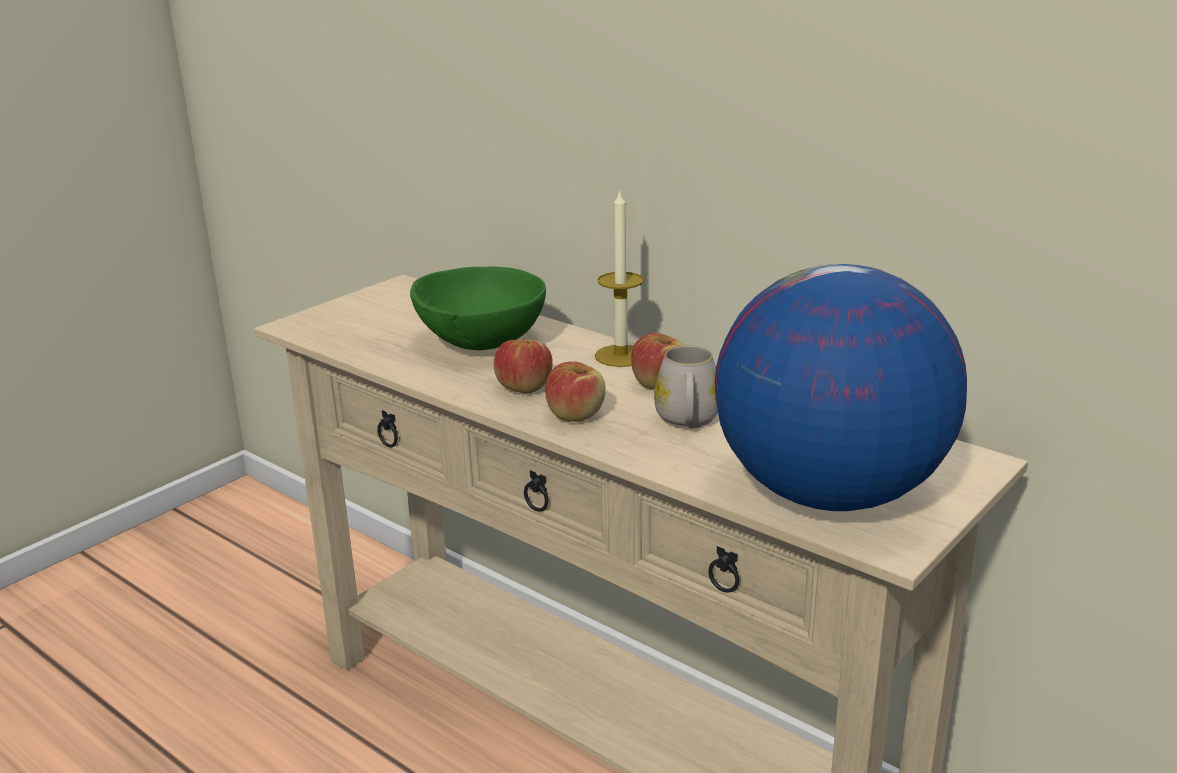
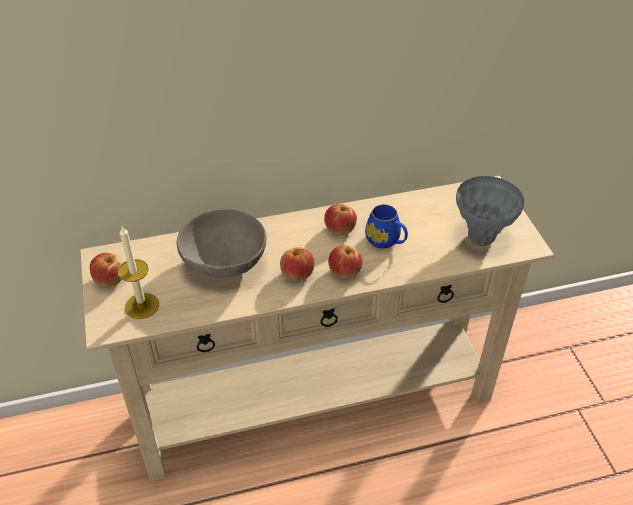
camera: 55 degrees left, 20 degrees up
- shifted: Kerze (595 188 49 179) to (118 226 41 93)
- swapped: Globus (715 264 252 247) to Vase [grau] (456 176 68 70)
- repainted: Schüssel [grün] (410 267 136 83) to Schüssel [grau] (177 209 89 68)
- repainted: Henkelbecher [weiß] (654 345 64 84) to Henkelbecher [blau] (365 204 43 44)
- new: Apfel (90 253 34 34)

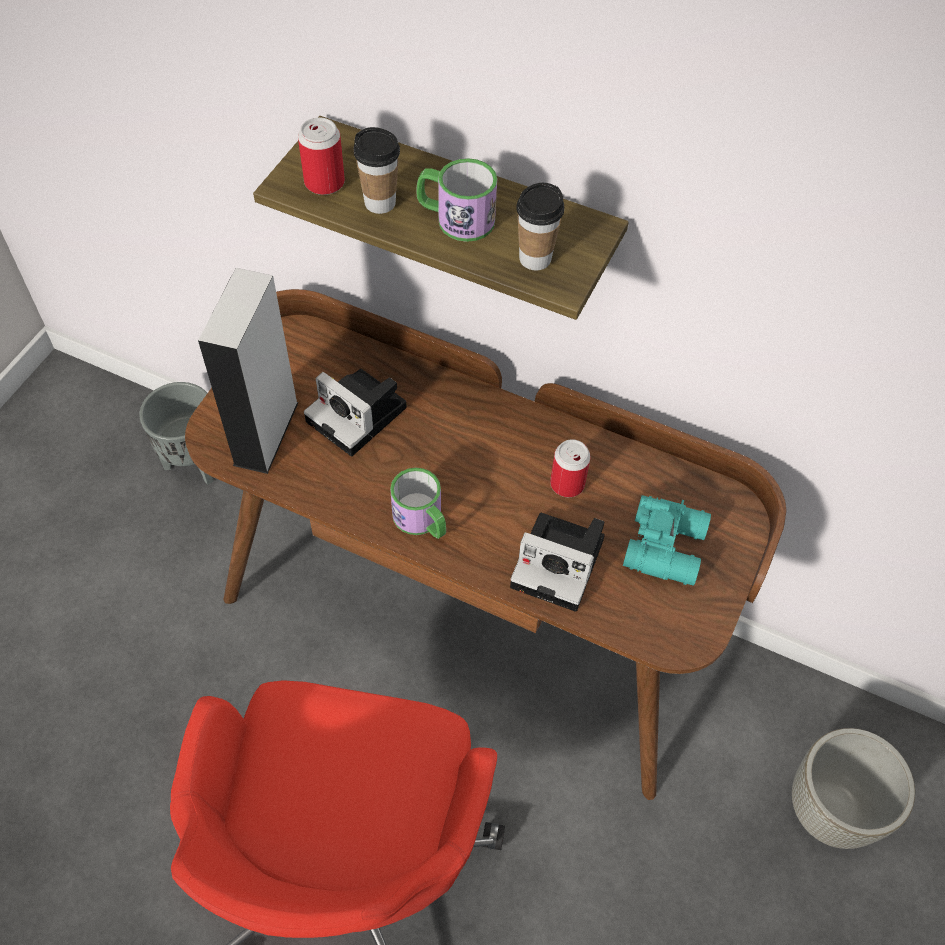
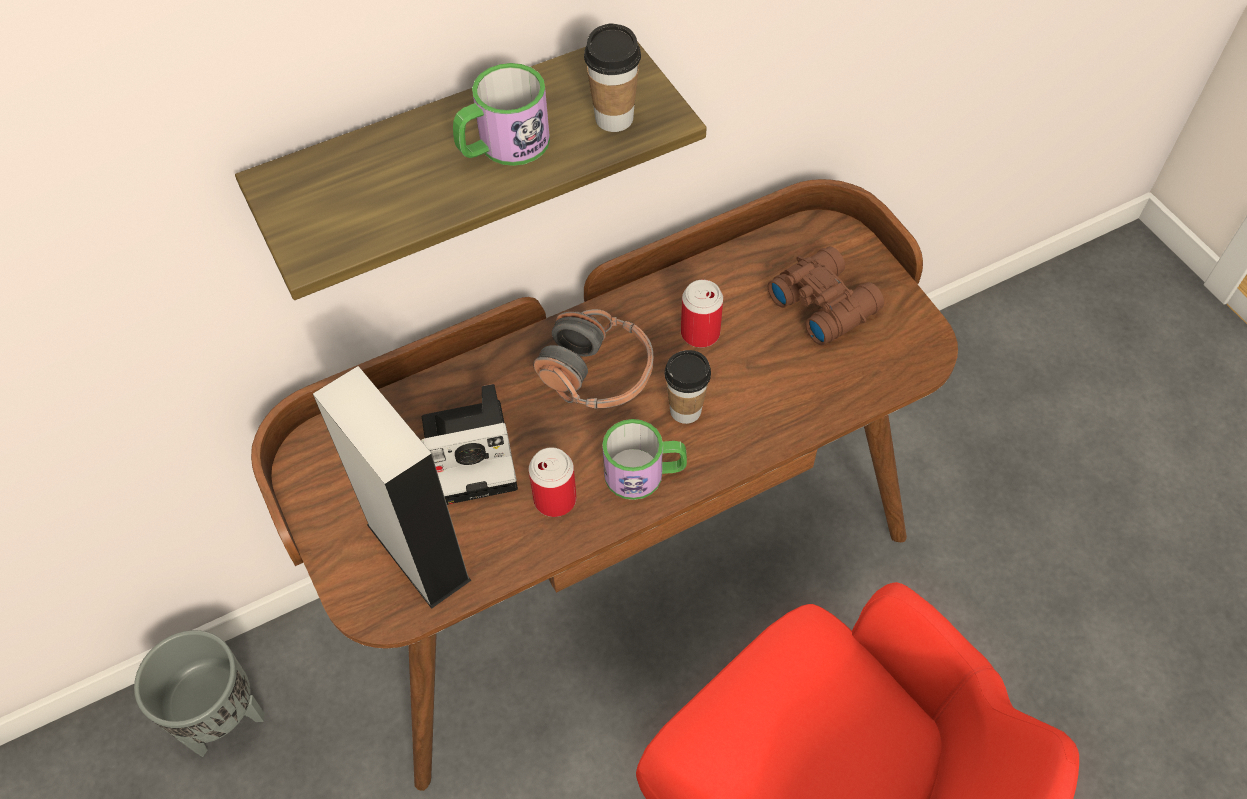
camera: 50 degrees left, 0 degrees up
- shifted: Dose (298 118 47 77) to (529 447 48 70)
- shifted: Tasse (353 127 47 87) to (665 350 46 74)
- repainted: Fernglas [türkis] (623 495 88 91) to Fernglas [braun] (768 246 116 99)
- gone: Kamera (510 513 95 99)
- gone: Pflanzkübel [grau] (792 728 123 121)
- new: Kopfhörer (533 309 120 100)

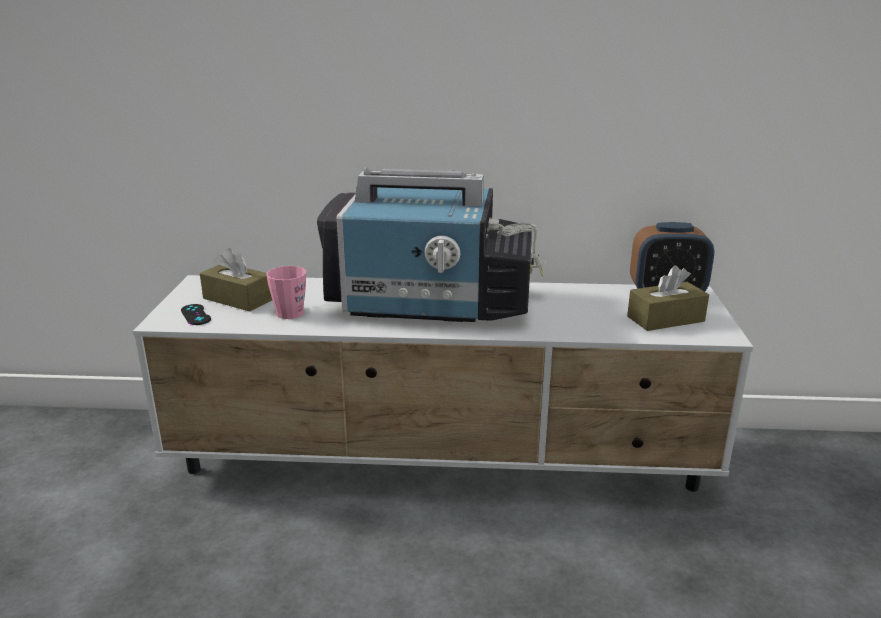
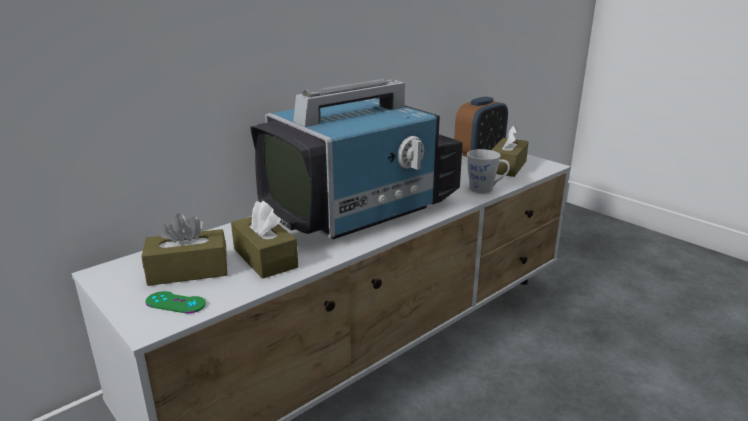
camera: 45 degrees left, 0 degrees up
- swapped: Henkelbecher [rosa] (266 266 40 53) to Taschentuchbox [braun] (231 200 67 79)
- repainted: Gamepad [schwarz] (181 304 30 21) to Gamepad [grün] (146 291 60 22)
- new: Henkelbecher [grau] (467 149 43 44)

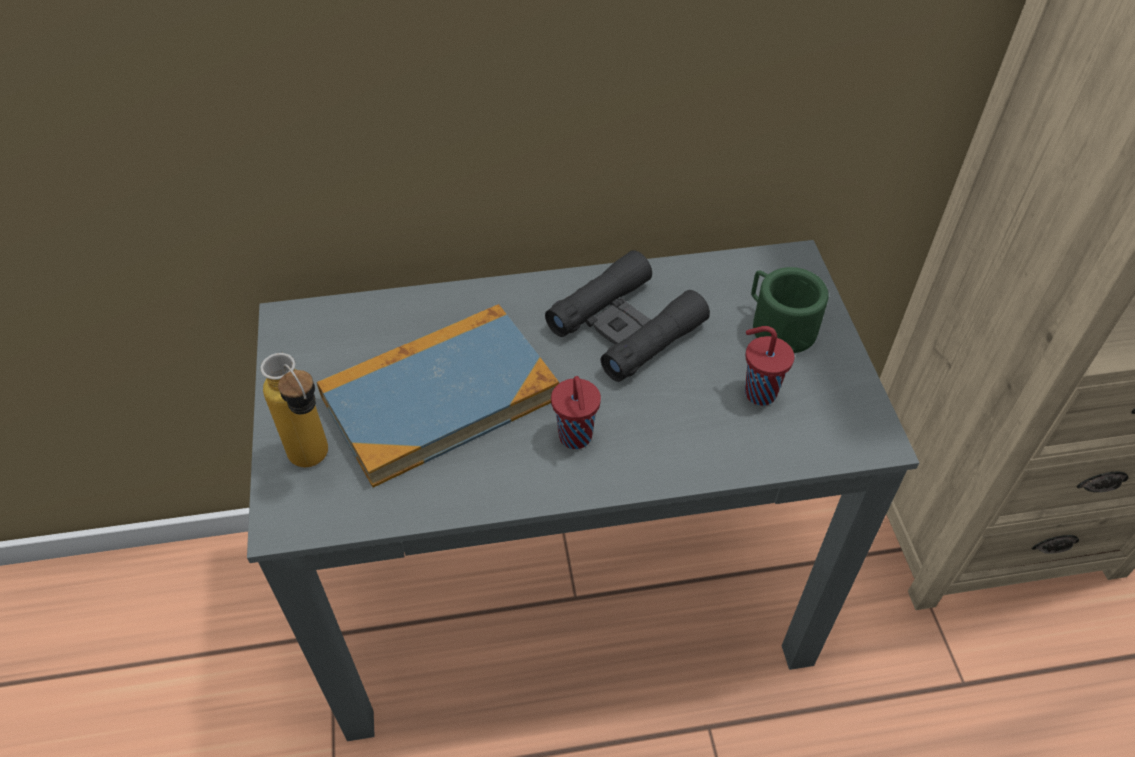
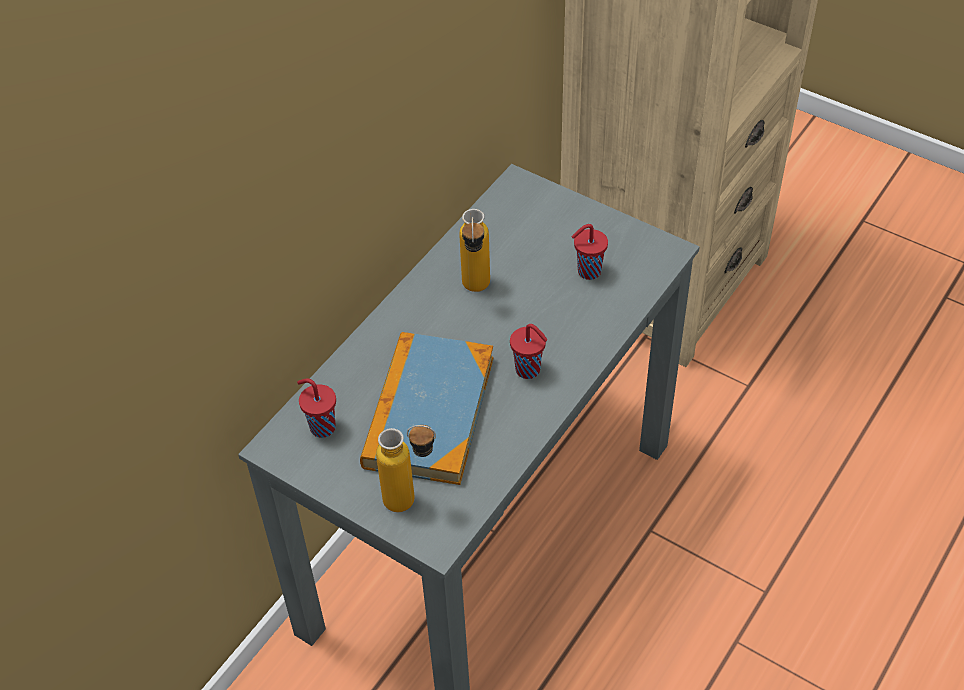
camera: 45 degrees left, 0 degrees up
- swapped: Fernglas [schwarz] (545 250 165 132) to Flasche (459 209 31 83)
- gone: Henkelbecher [grün] (751 267 78 86)
- new: Tasse [rot] (297 378 39 60)

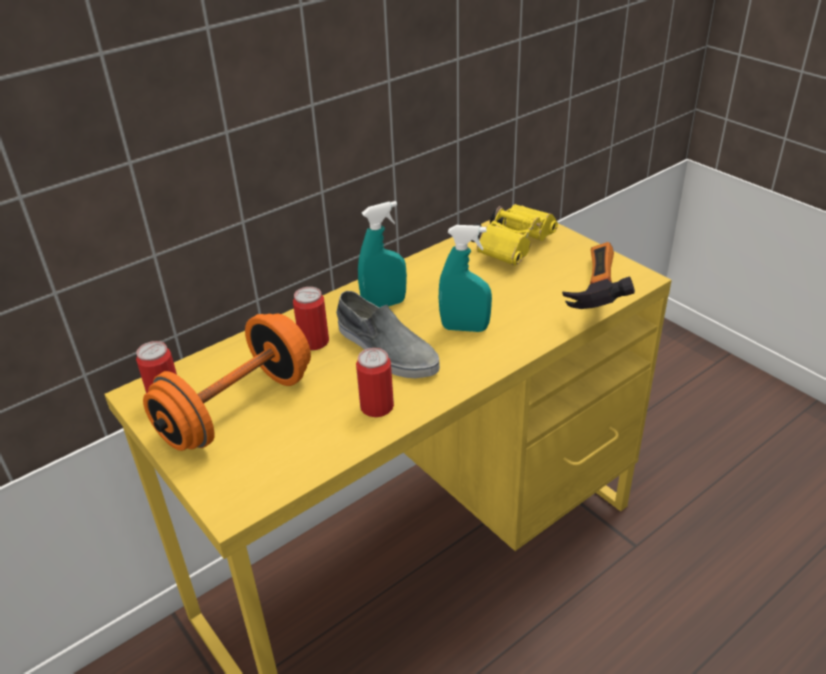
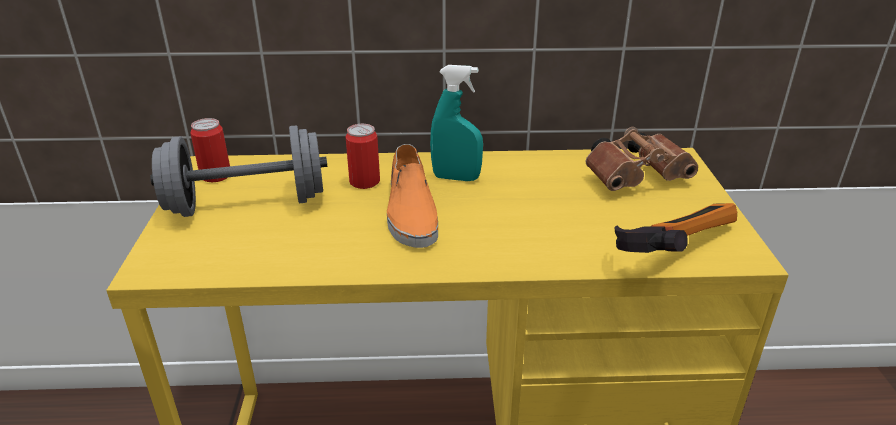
camera: 35 degrees right, 5 degrees down
- repainted: Fernglas [gelb] (471 204 87 62) to Fernglas [braun] (586 127 112 64)
- gone: Sprühflasche [türkis] (439 225 53 107)
- repainted: Schuh [grau] (336 291 104 87) to Schuh [orange] (387 144 51 104)
- repainted: Hantel [orange] (143 314 168 137) to Hantel [grau] (150 125 177 92)
- gone: Dose (356 348 38 69)

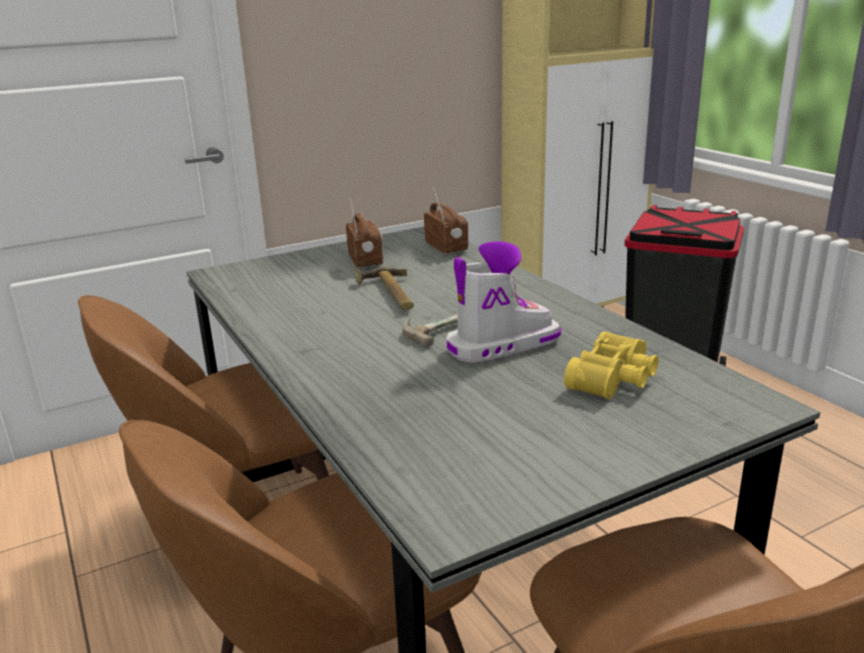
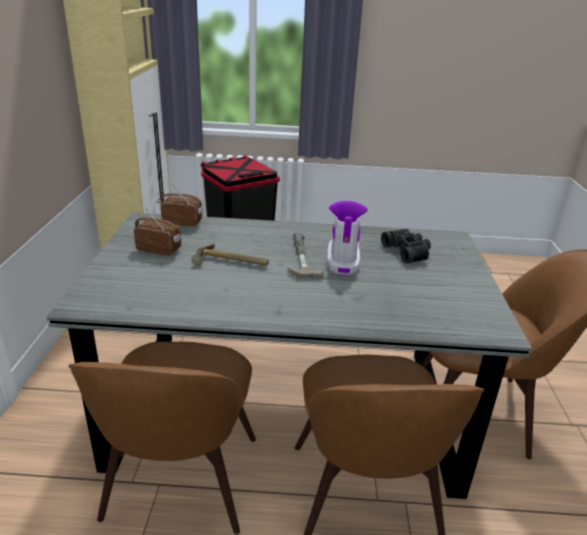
camera: 60 degrees left, 5 degrees up
- repainted: Fernglas [gelb] (564 332 95 67) to Fernglas [schwarz] (381 229 50 35)

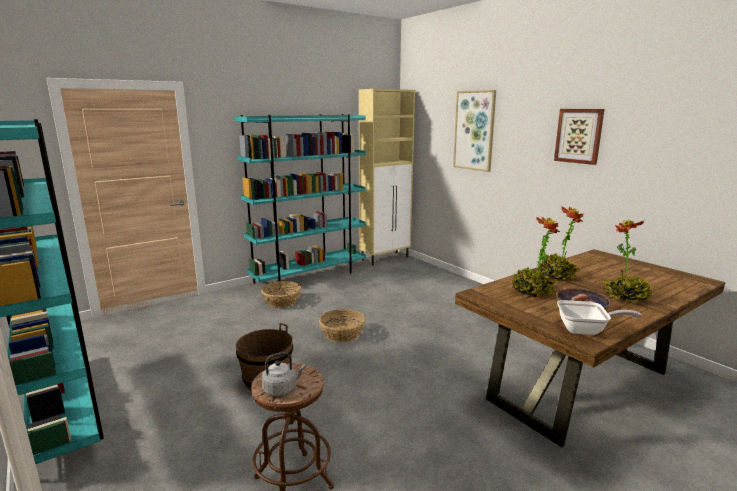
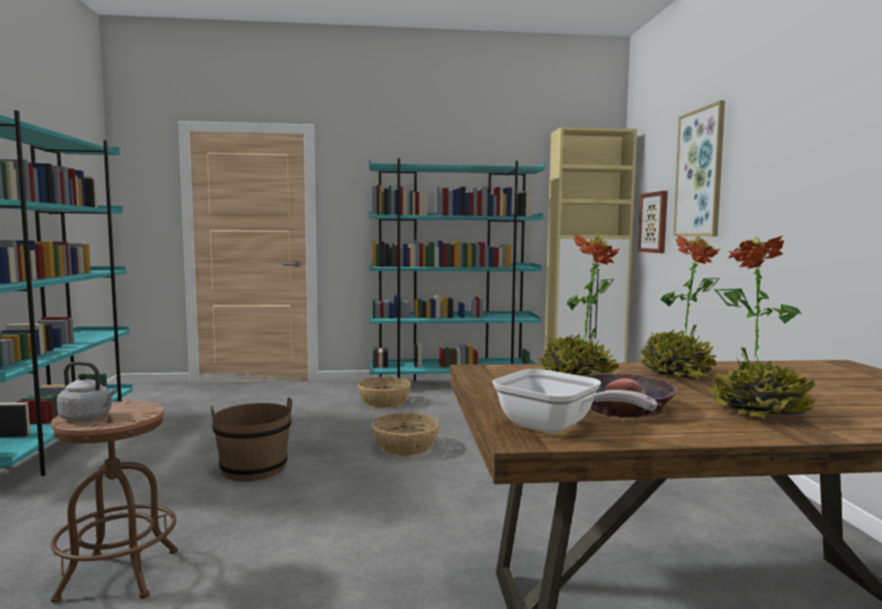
camera: 30 degrees right, 10 degrees down
- shifted: Bild (554 109 51 56) to (638 191 30 62)

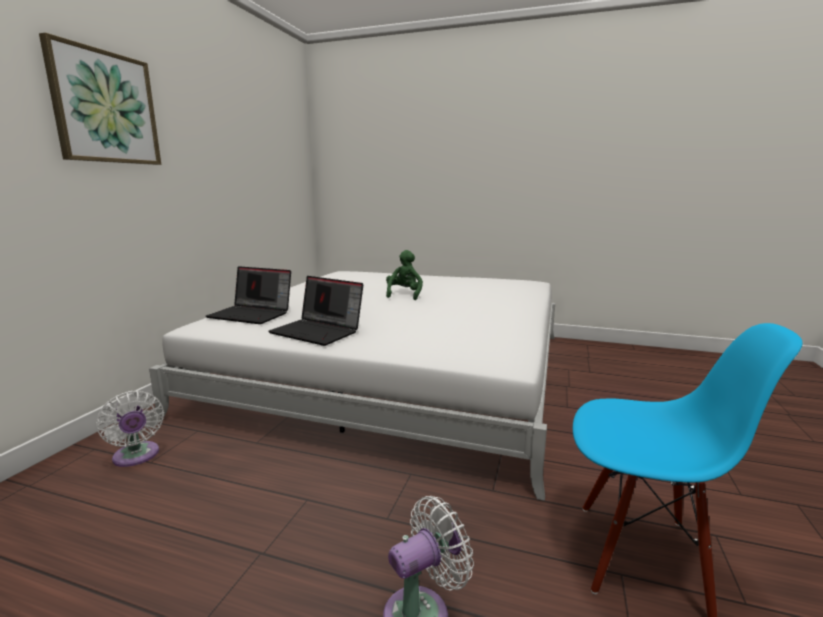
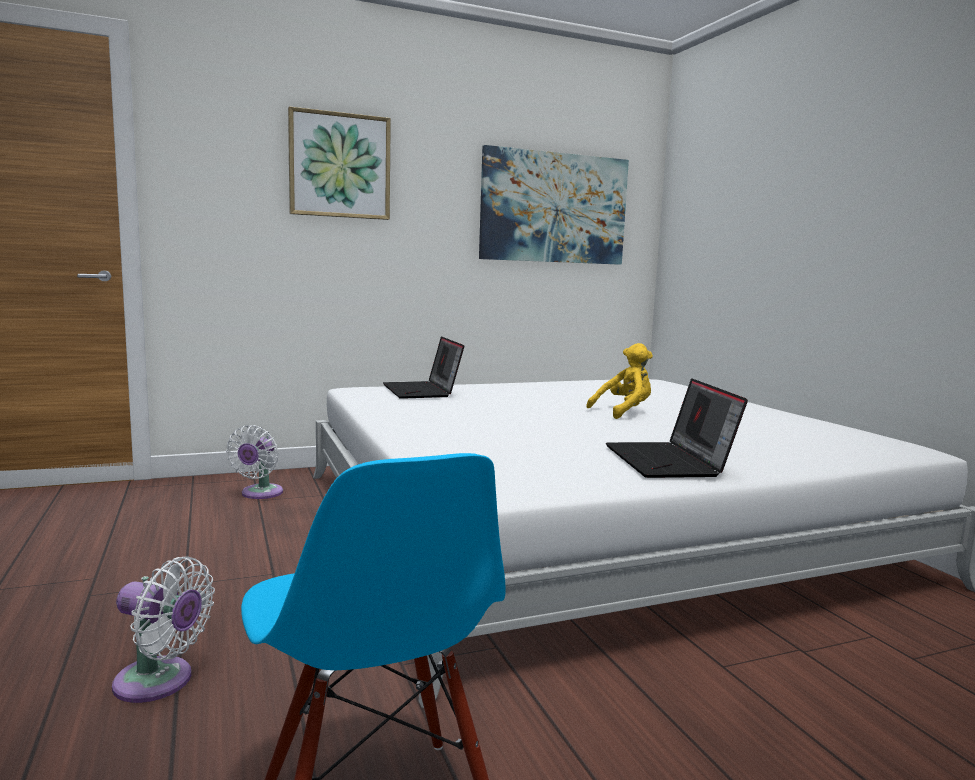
camera: 50 degrees right, 5 degrees down
- repainted: Plüschtier [grün] (386 250 37 50) to Plüschtier [gelb] (587 343 66 76)
- shifted: Laptop (268 276 95 70) to (606 379 142 99)
- new: Bild (479 145 150 120)

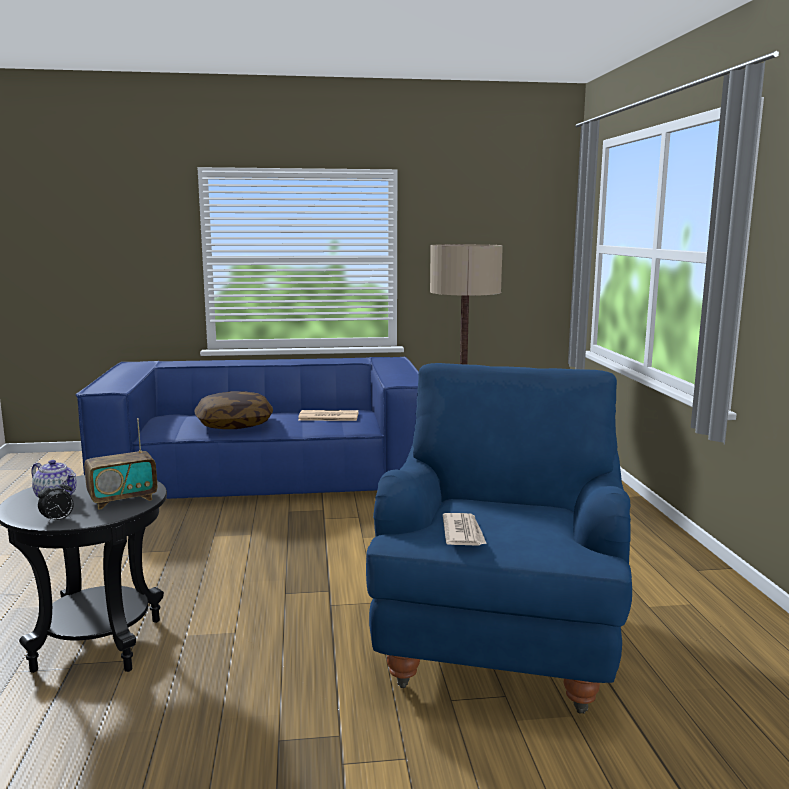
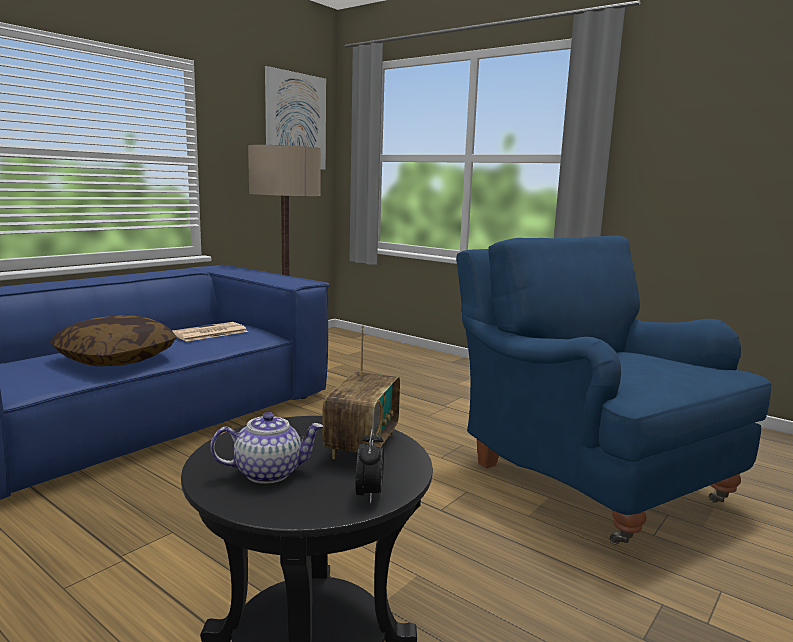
camera: 45 degrees left, 0 degrees up
- gone: Zeitung (443 513 43 33)
- new: Bild (265 66 61 104)

